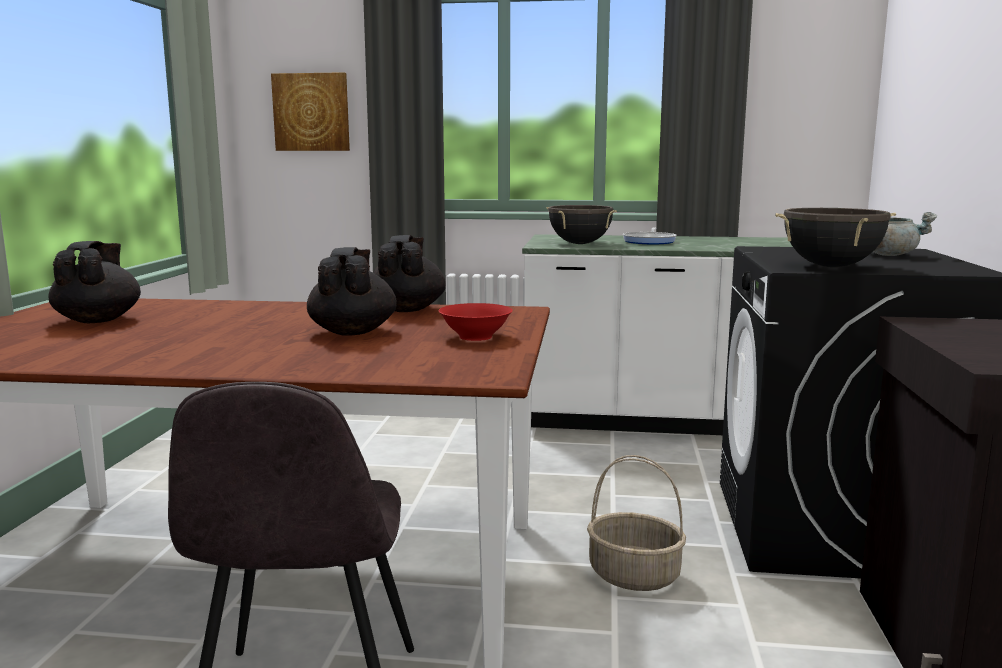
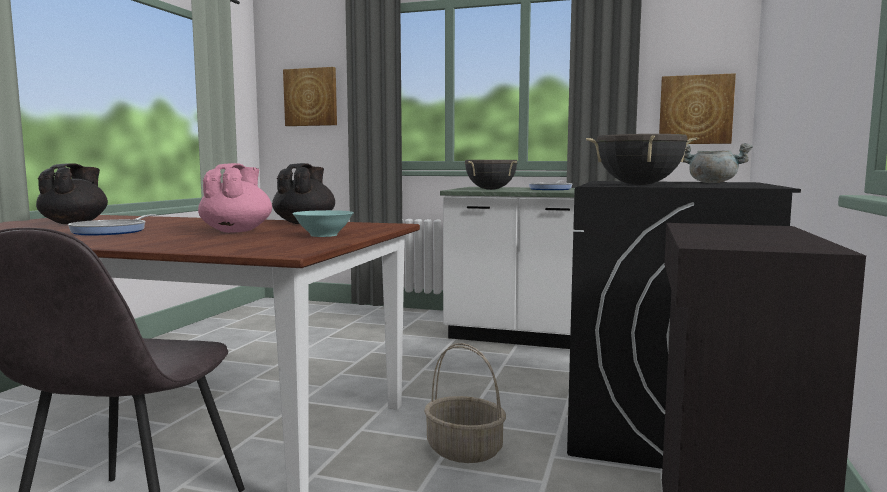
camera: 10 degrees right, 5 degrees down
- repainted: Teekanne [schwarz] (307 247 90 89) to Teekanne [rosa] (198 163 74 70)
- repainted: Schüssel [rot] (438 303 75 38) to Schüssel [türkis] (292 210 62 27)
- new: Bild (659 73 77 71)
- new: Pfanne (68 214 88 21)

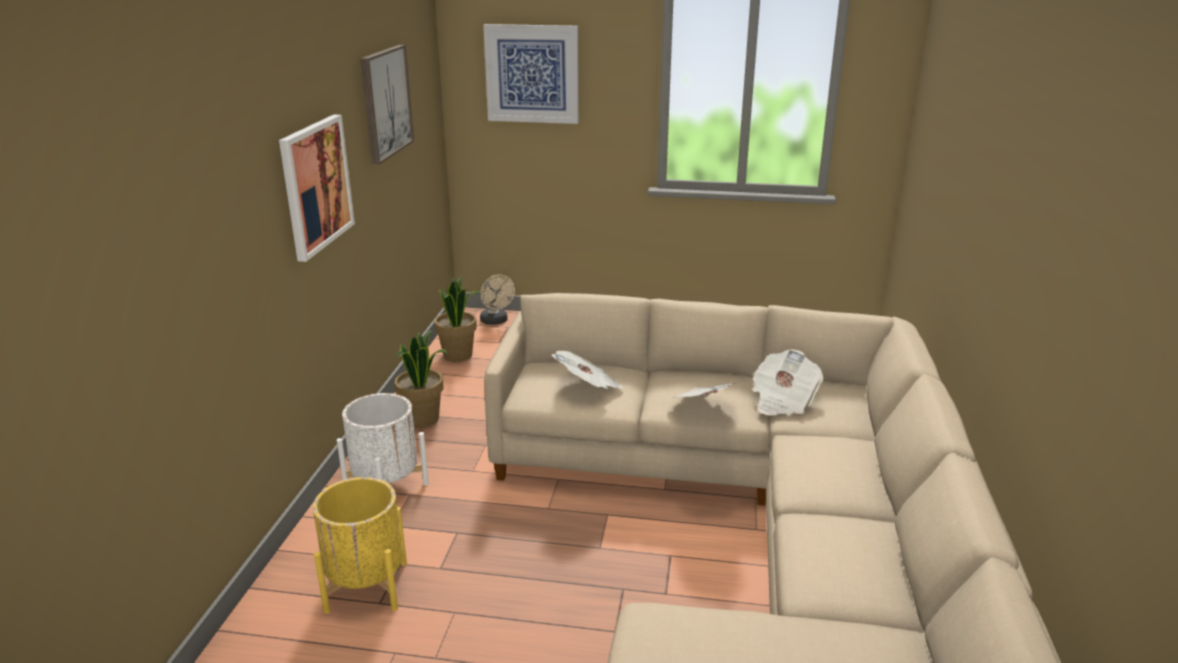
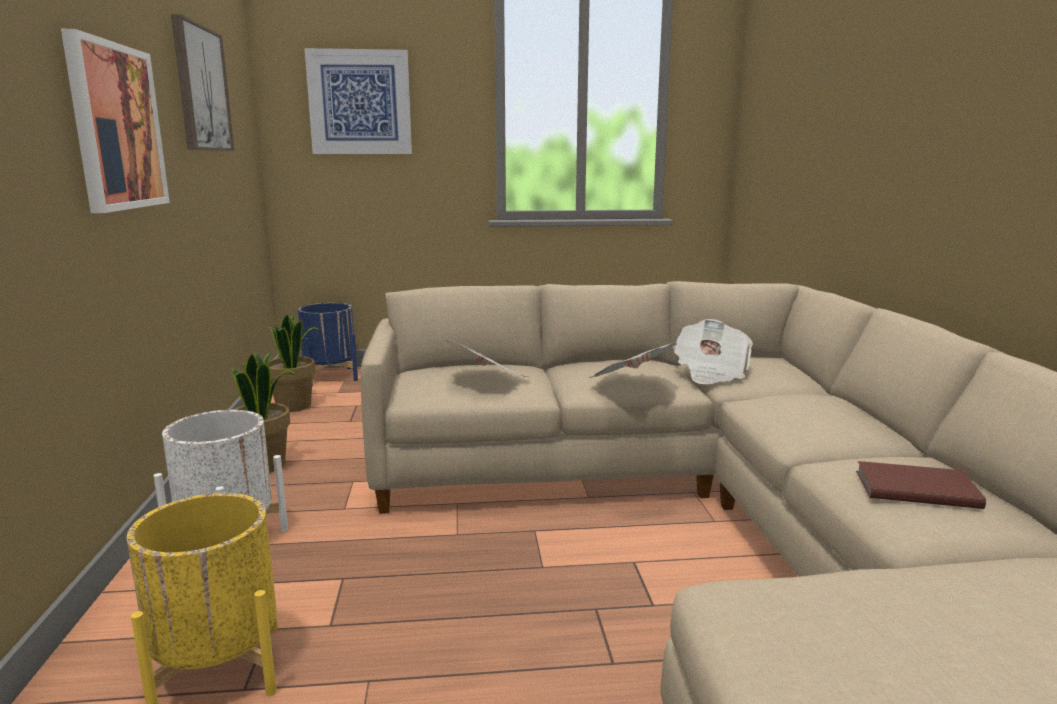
camera: 15 degrees left, 10 degrees down
- swapped: Ventilator [beige] (480 274 35 51) to Pflanzkübel [blau] (298 303 60 82)
- new: Buch [braun] (856 461 130 48)

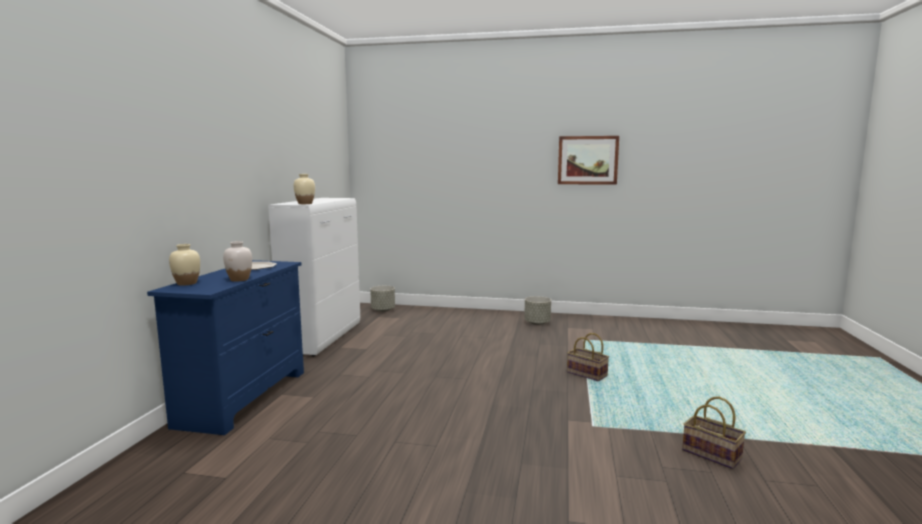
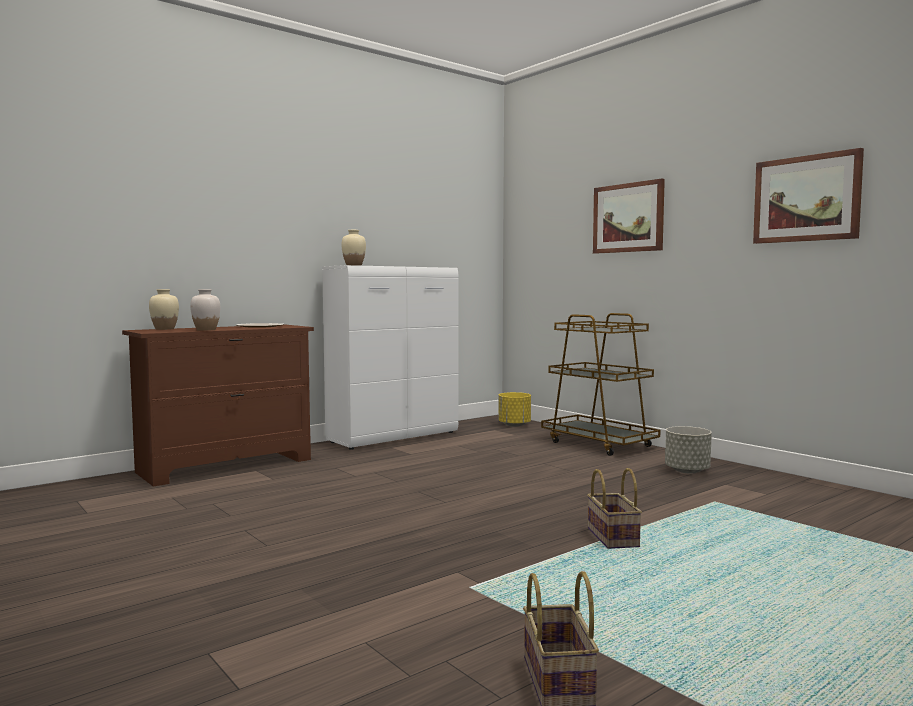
camera: 40 degrees right, 5 degrees down
- repainted: Kommode [blau] (147 260 157 175) to Kommode [braun] (122 325 192 161)
- repainted: Pflanzkübel [grau] (370 286 25 26) to Pflanzkübel [gelb] (498 392 33 35)
- new: Bild (593 178 72 76)
- new: Rollwagen [braun] (541 313 119 143)

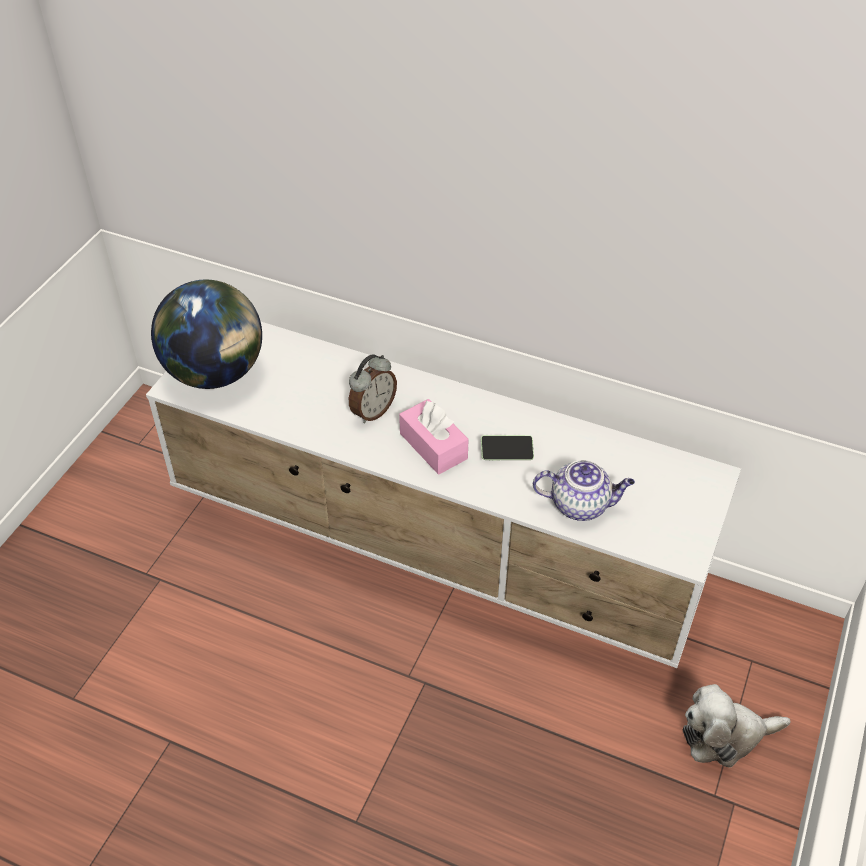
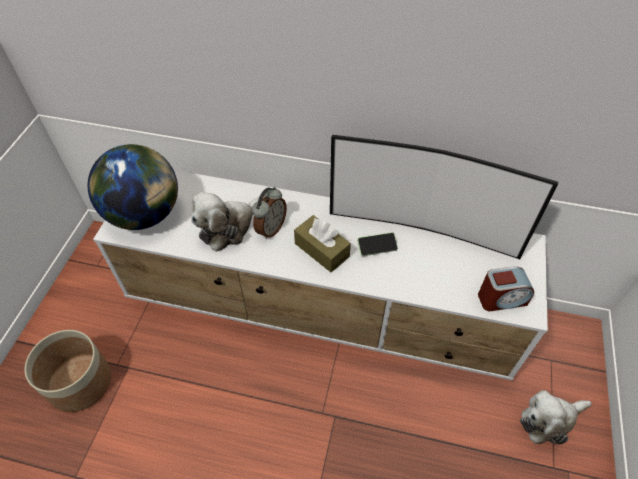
camera: 10 degrees left, 5 degrees up
- repainted: Taschentuchbox [rosa] (399 399 70 75) to Taschentuchbox [braun] (294 215 57 57)
- gone: Teekanne (533 460 102 61)
- new: Fernseher (330 135 228 124)
- new: Plüschtier (191 192 73 60)
- new: Wecker (478 266 56 45)
- new: Pflanzkübel (25 330 86 82)

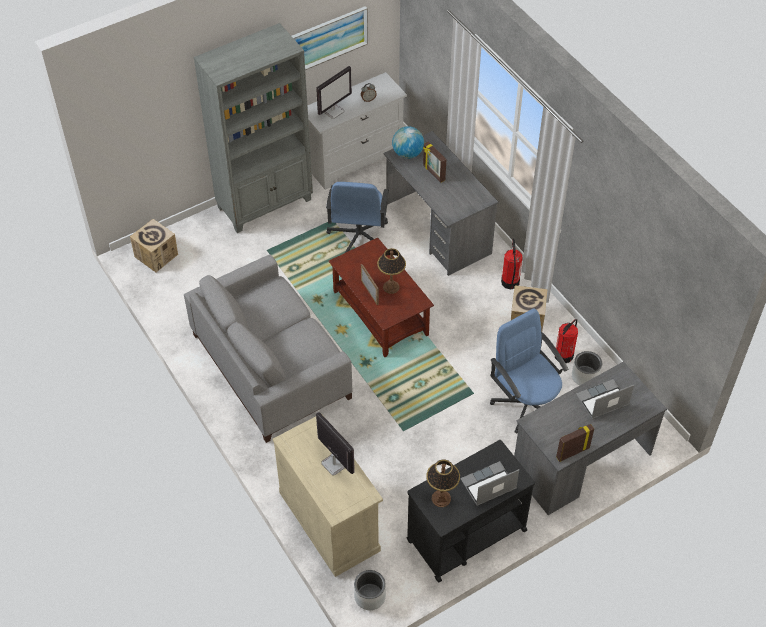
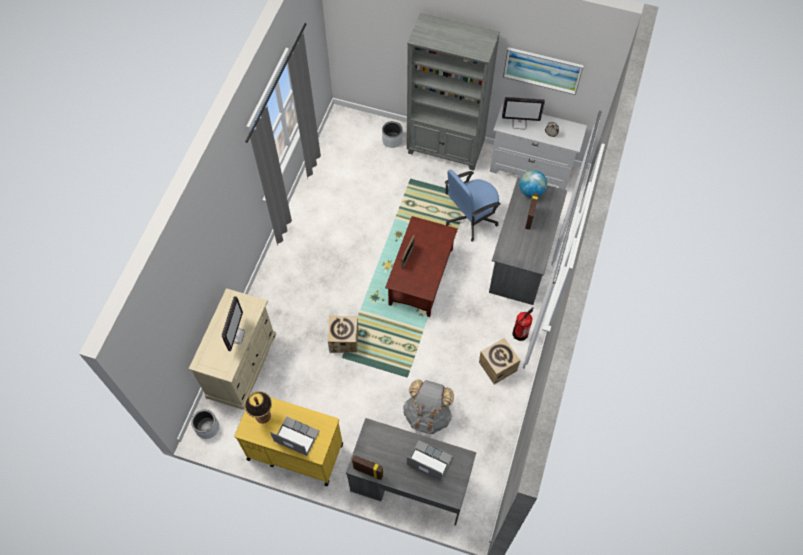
camera: 50 degrees right, 10 degrees up
- shifted: Karton (130 219 48 53) to (328 316 30 37)
- gone: Tischlampe (377 248 29 46)
- gone: Sofa [grau] (184 255 168 188)
- swapped: Bürostuhl [blau] (490 309 79 124) to Rucksack [grau] (403 380 51 54)
- gone: Feuerlöscher (555 319 23 44)
- shifted: Pflanzkübel [grau] (572 351 30 34) to (382 121 21 27)
- repainted: Rollwagen [schwarz] (407 440 128 142) to Rollwagen [gelb] (234 394 109 92)

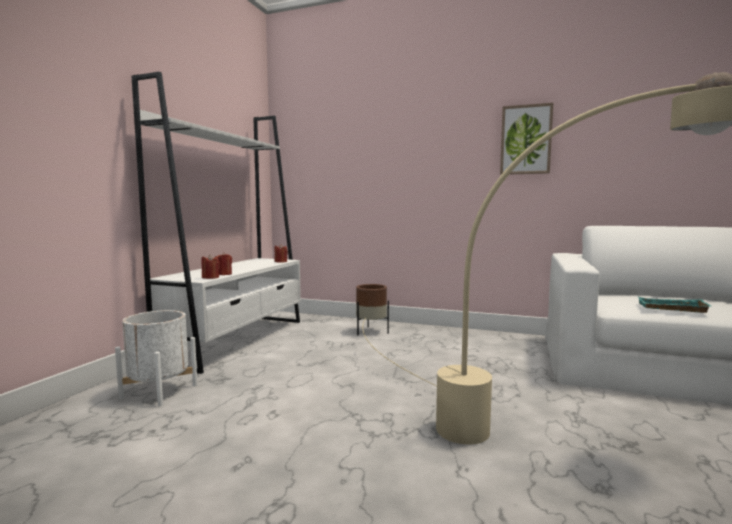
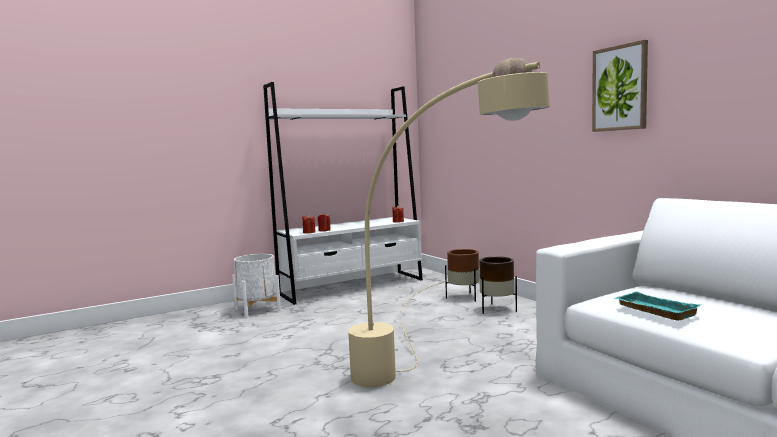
camera: 40 degrees right, 0 degrees up
- new: Pflanzkübel [braun] (479 256 38 58)

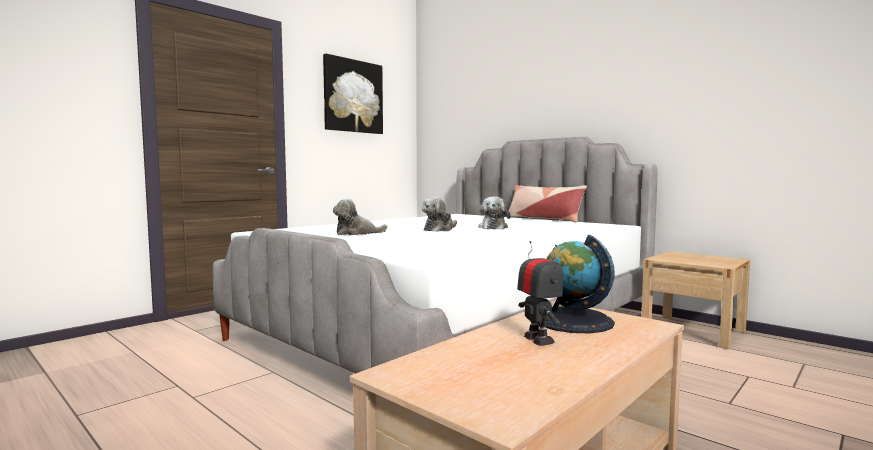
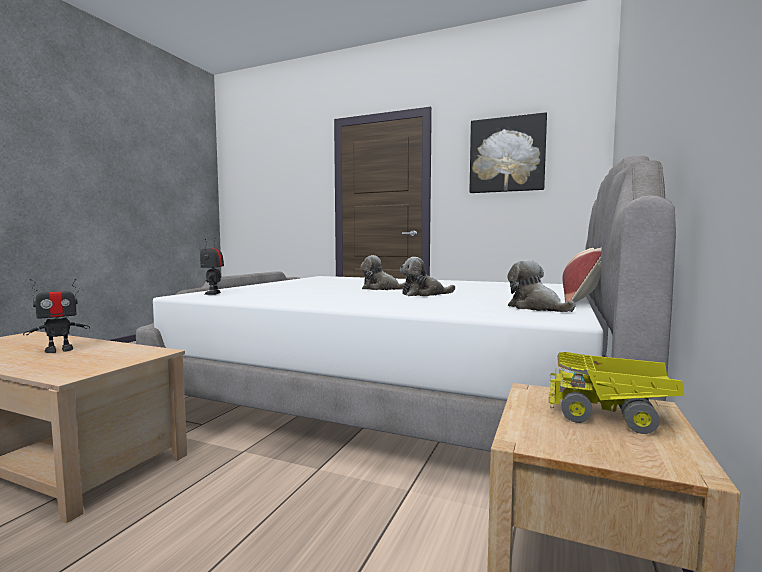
camera: 70 degrees right, 0 degrees up
- shifted: Plüschtier (333 198 55 37) to (507 260 69 52)
- gone: Globus (537 235 78 98)
- new: Spielzeugroboter (200 238 24 57)
- new: Spielzeuglaster (549 352 136 82)

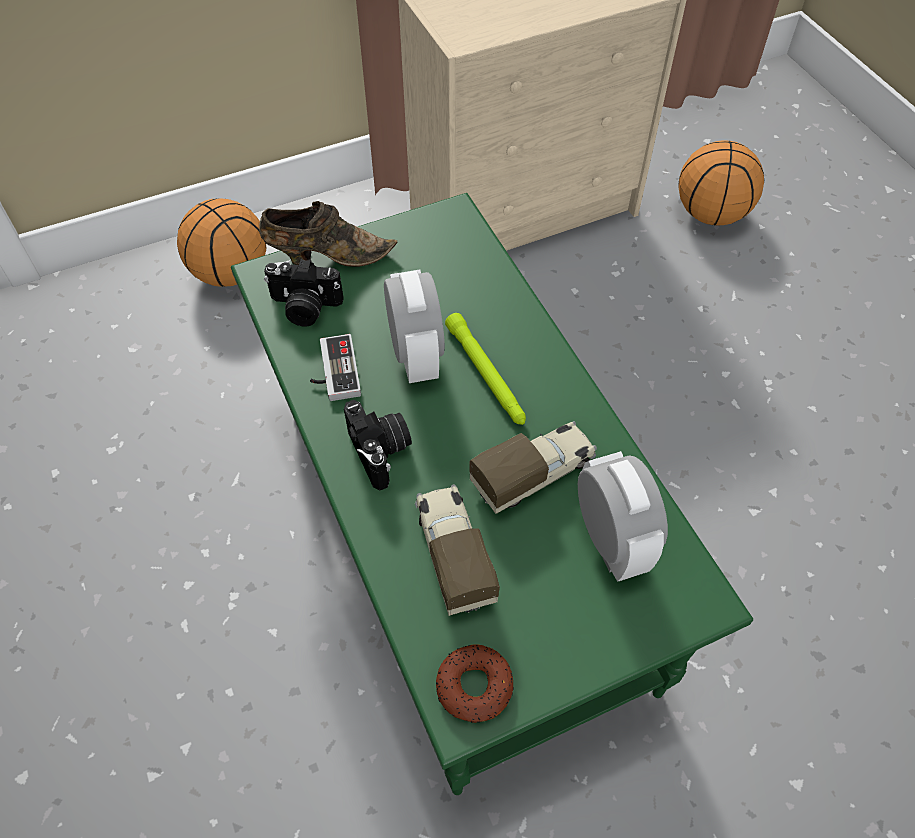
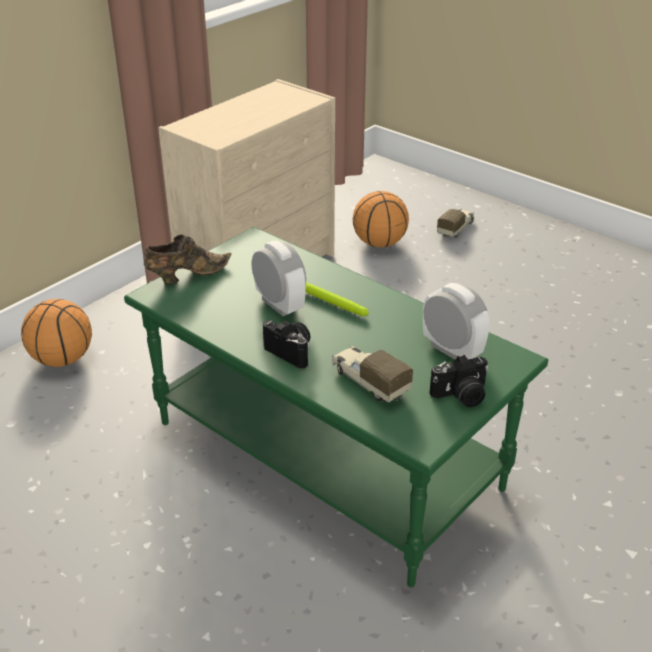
camera: 25 degrees left, 20 degrees down
- shifted: Kamera (264 259 80 68) to (429 355 60 52)
- gone: Gamepad (310 334 51 67)
- shifted: Spielzeuglaster (469 421 128 93) to (437 209 37 29)
- gone: Donut (436 644 78 79)

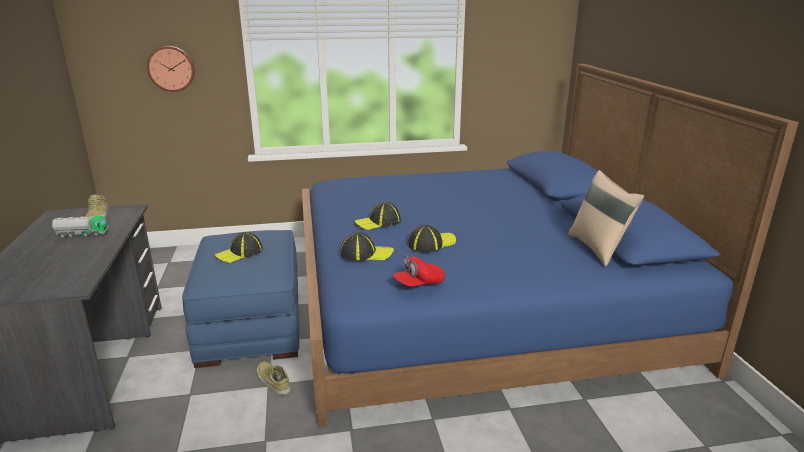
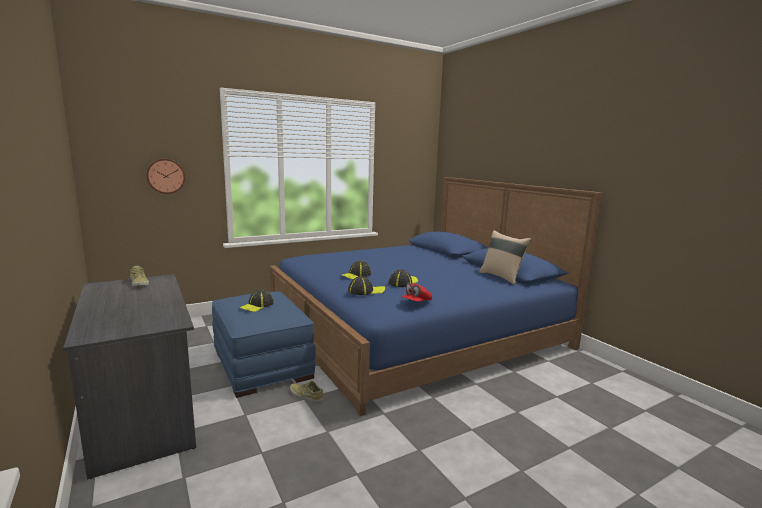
camera: 20 degrees left, 10 degrees down
- gone: Spielzeuglaster (52 215 56 24)

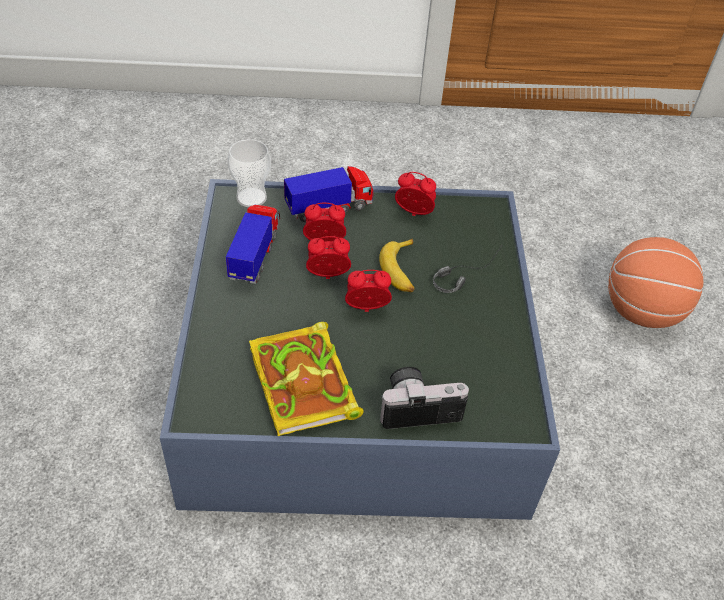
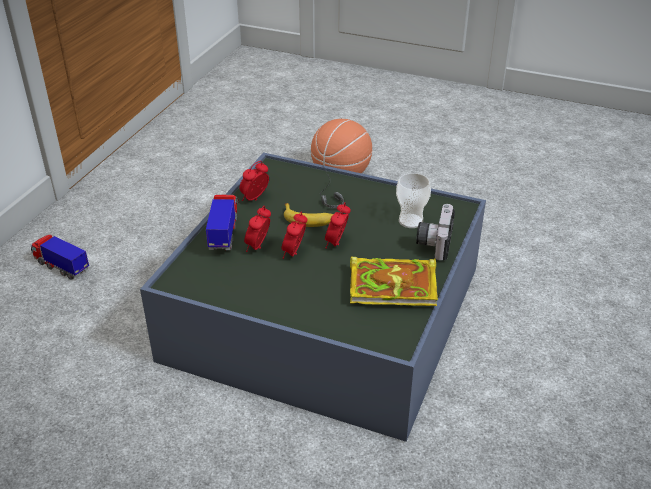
camera: 65 degrees left, 10 degrees down
- shifted: Tasse (228 139 43 68) to (396 173 35 55)
- shifted: Spielzeuglaster (226 205 54 79) to (31 235 58 45)

